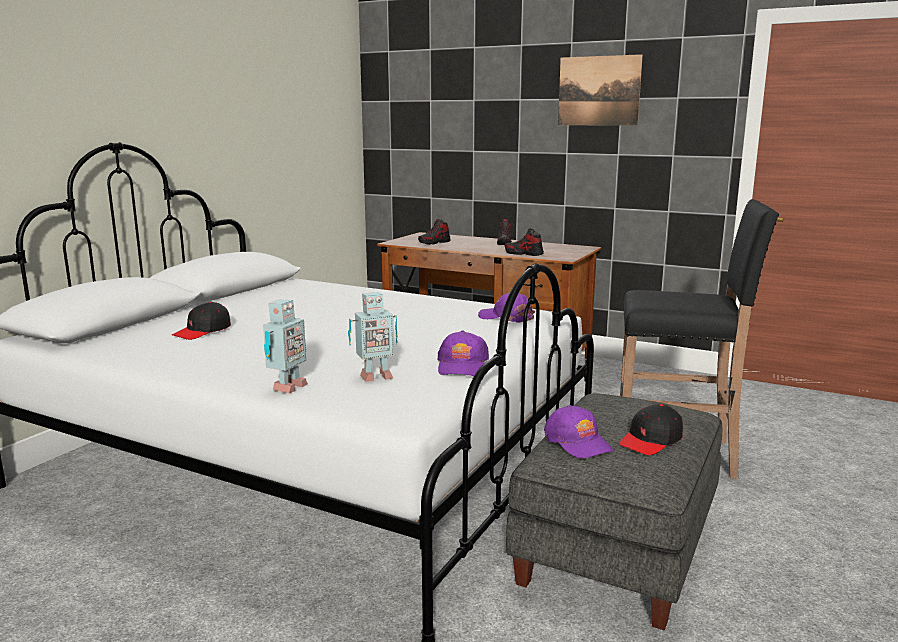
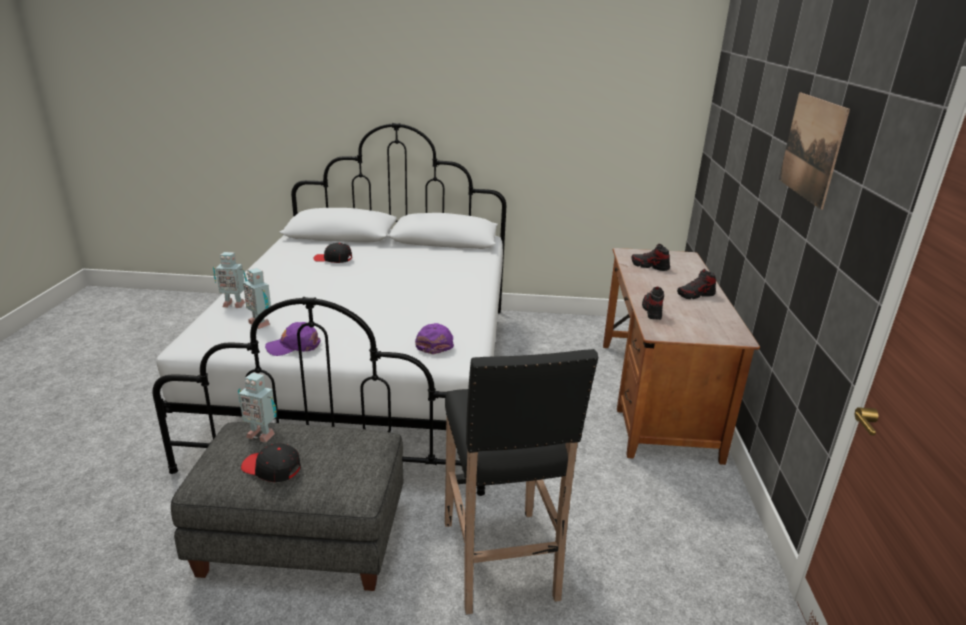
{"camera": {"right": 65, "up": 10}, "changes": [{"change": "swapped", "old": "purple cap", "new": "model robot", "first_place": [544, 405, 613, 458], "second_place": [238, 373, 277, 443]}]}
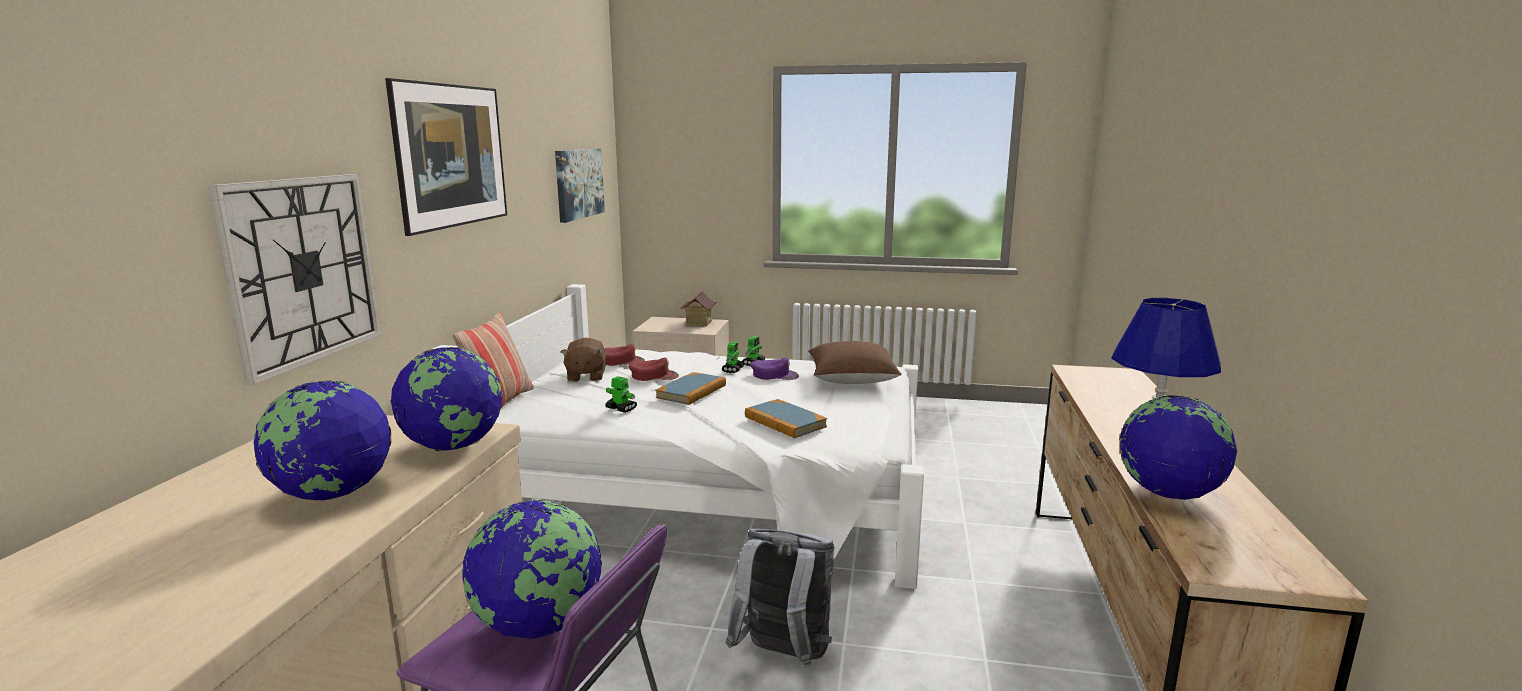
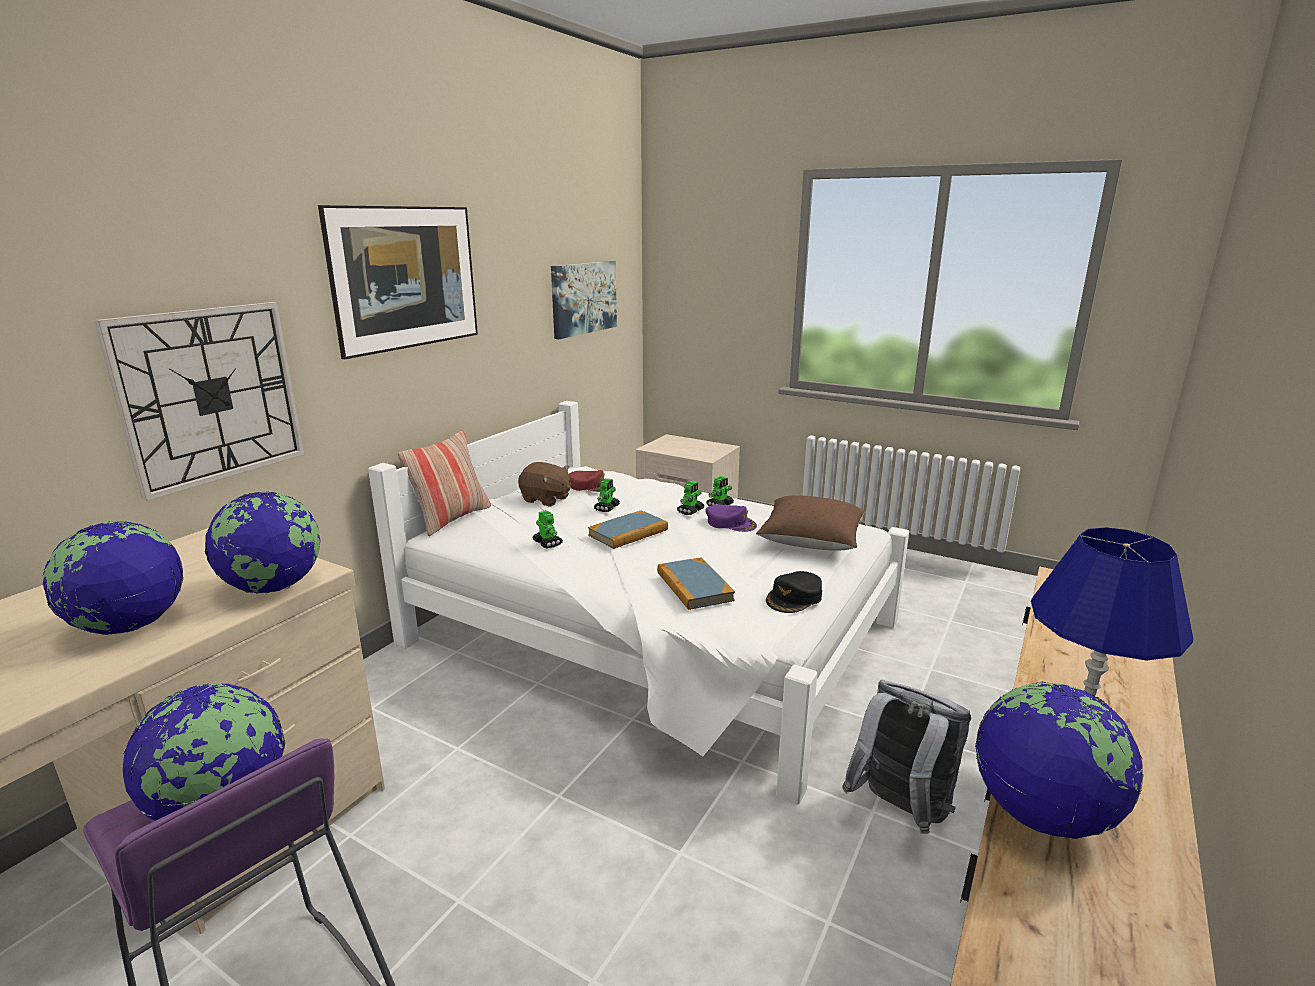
{"camera": {"right": 20, "up": 5}, "changes": [{"change": "rotated", "old": "brown-coloured soft toy", "first_place": [561, 338, 606, 382], "second_place": [518, 462, 571, 506], "degrees": -75}, {"change": "swapped", "old": "reddish cap", "new": "model robot", "first_place": [628, 358, 679, 381], "second_place": [594, 478, 620, 512]}, {"change": "new", "new": "black cap", "second_place": [766, 571, 822, 613]}, {"change": "shifted", "old": "greyish backpack", "first_place": [726, 529, 834, 667], "second_place": [842, 680, 971, 834]}, {"change": "gone", "old": "miniature house", "first_place": [680, 292, 717, 326]}]}
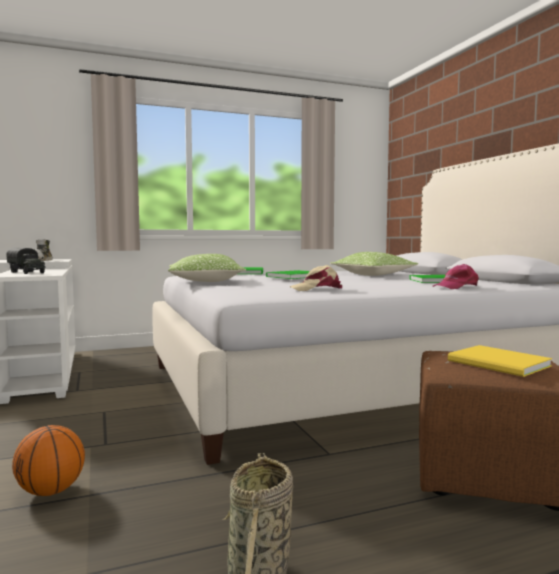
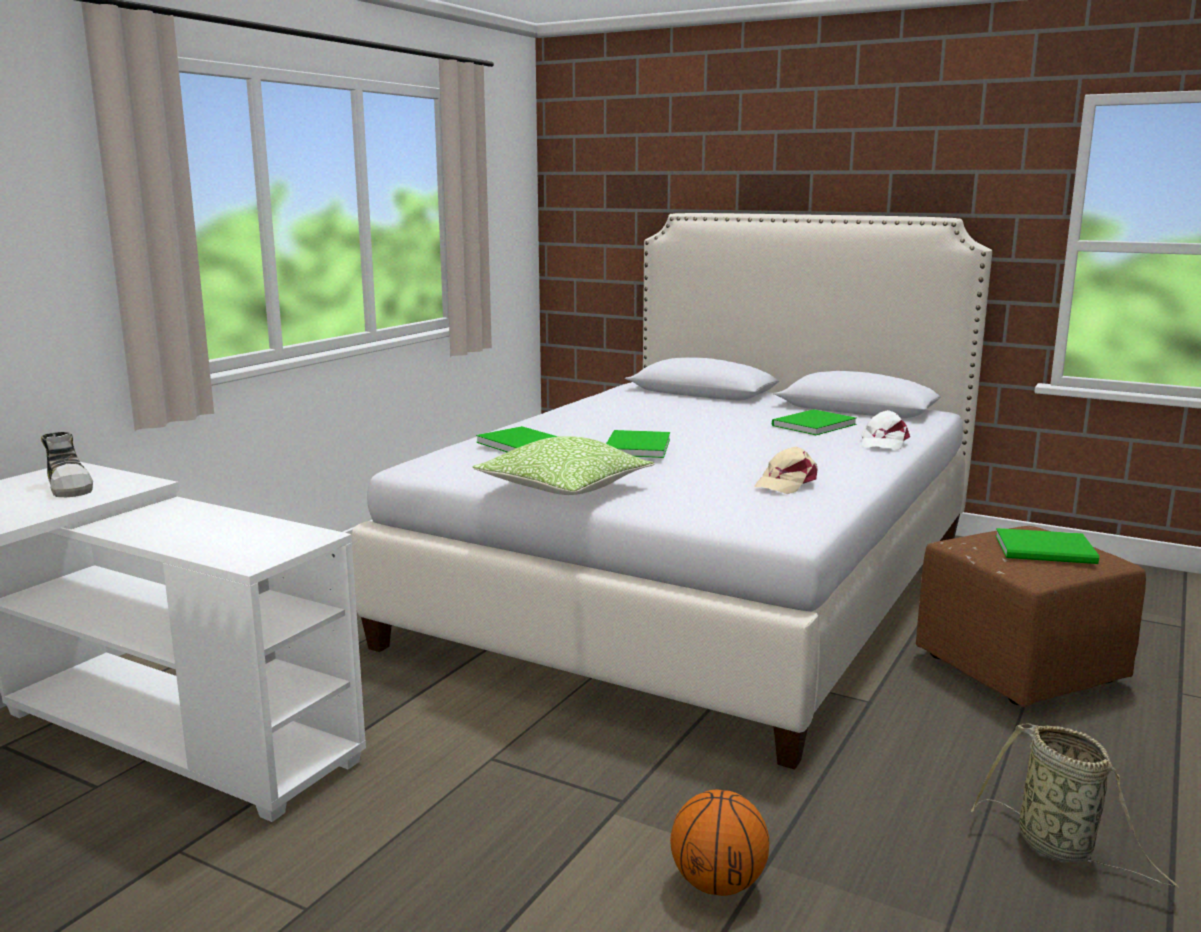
{"camera": {"right": -40, "up": 10}, "changes": [{"change": "repainted", "old": "pinkish cap", "new": "white cap", "first_place": [433, 264, 479, 289], "second_place": [861, 410, 910, 451]}, {"change": "repainted", "old": "yellow-coloured book", "new": "green-coloured book", "first_place": [448, 345, 552, 377], "second_place": [996, 528, 1099, 564]}, {"change": "gone", "old": "toy truck", "first_place": [6, 248, 46, 274]}, {"change": "gone", "old": "cushion", "first_place": [330, 252, 419, 276]}]}
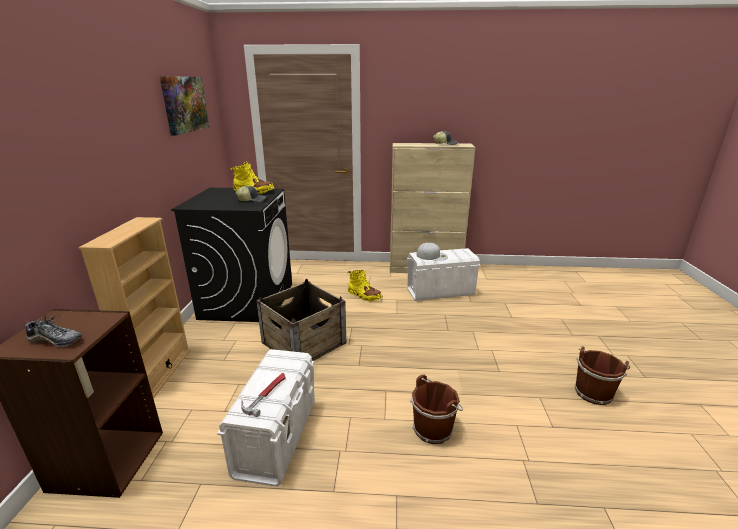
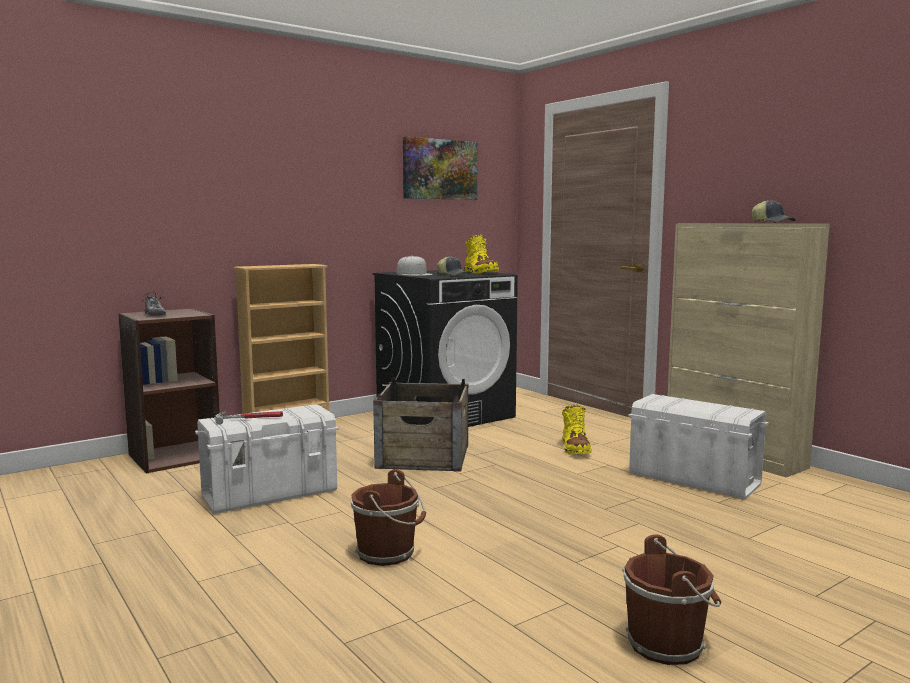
{"camera": {"right": 50, "up": -15}, "changes": [{"change": "shifted", "old": "white cap", "first_place": [417, 243, 448, 261], "second_place": [397, 256, 433, 276]}]}
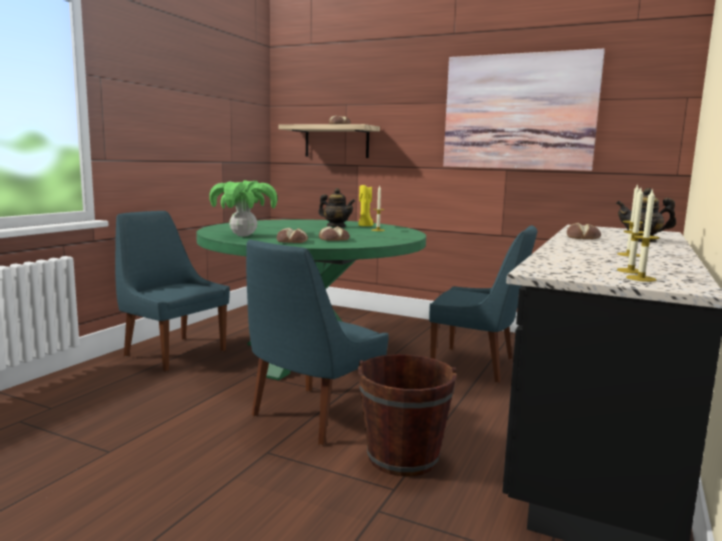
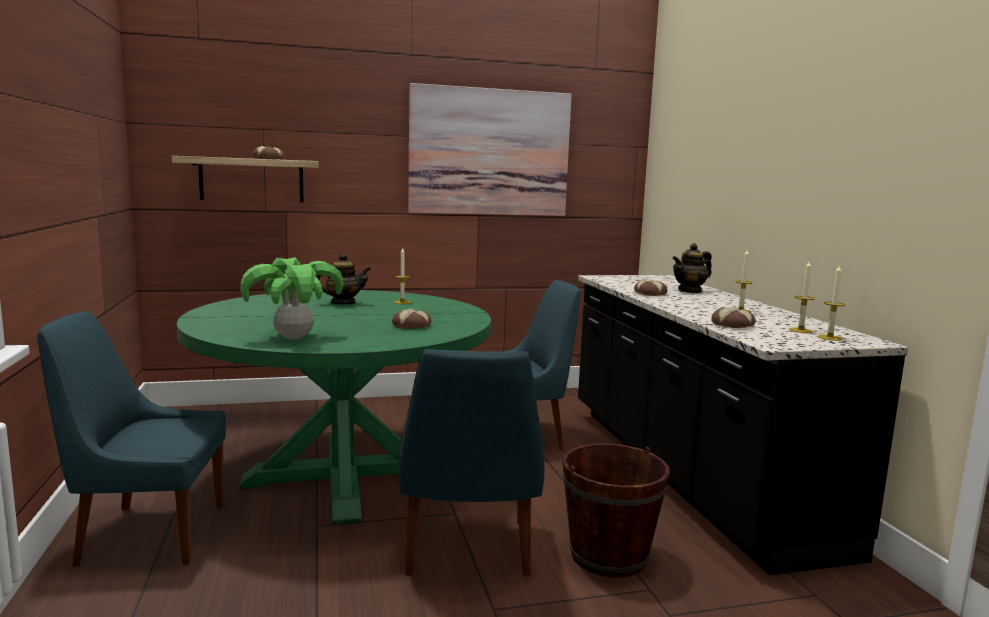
{"camera": {"right": -40, "up": 0}, "changes": [{"change": "shifted", "old": "baked bread", "first_place": [277, 228, 308, 243], "second_place": [711, 306, 756, 328]}, {"change": "gone", "old": "yellow-coloured wax candle", "first_place": [358, 185, 374, 226]}]}
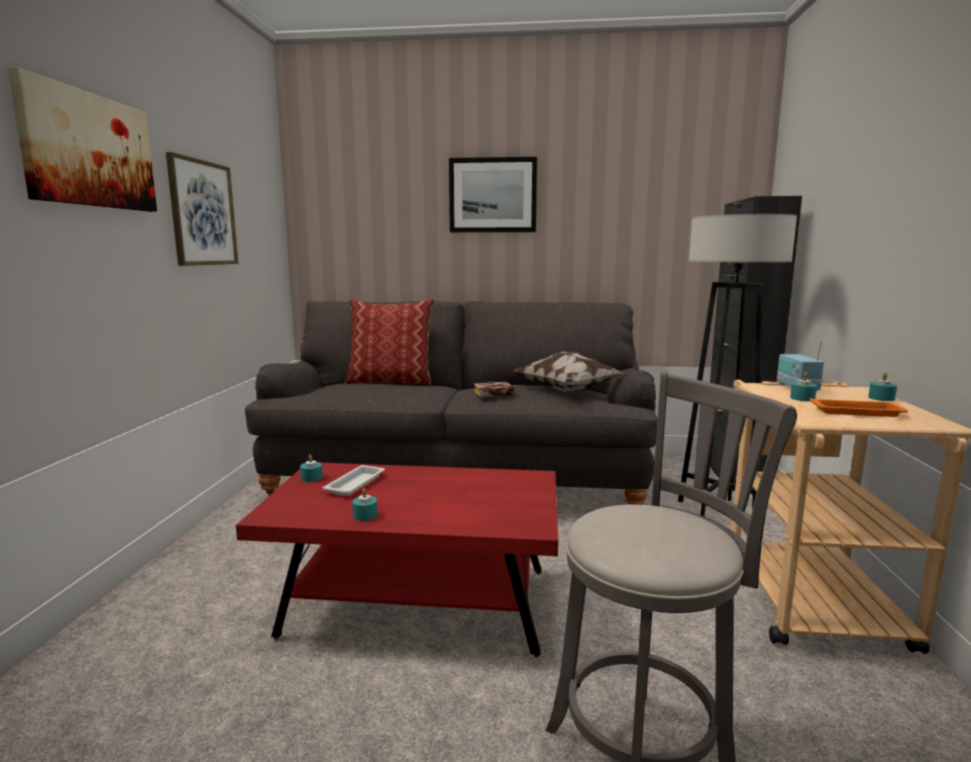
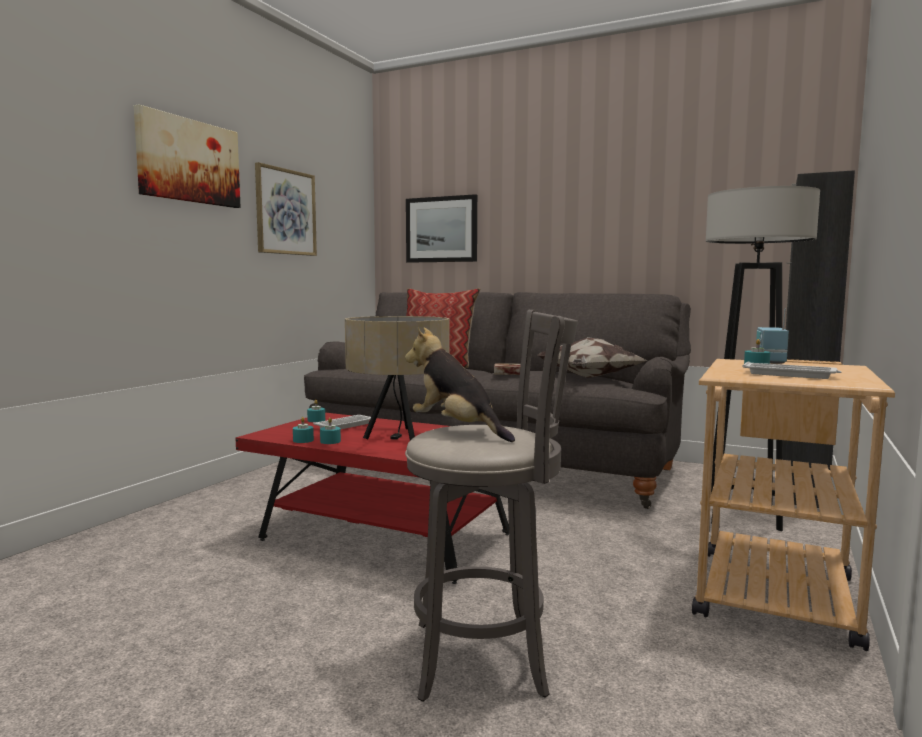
{"camera": {"right": 20, "up": -5}, "changes": [{"change": "shifted", "old": "turquoise wax candle", "first_place": [868, 372, 897, 401], "second_place": [293, 417, 314, 443]}, {"change": "new", "new": "sand-coloured tabletop lamp", "second_place": [345, 316, 449, 440]}, {"change": "new", "new": "soft toy", "second_place": [405, 327, 515, 442]}, {"change": "shifted", "old": "wall picture", "first_place": [449, 157, 537, 232], "second_place": [406, 194, 477, 263]}, {"change": "repainted", "old": "orangey tray", "new": "white tray", "first_place": [810, 398, 908, 417], "second_place": [742, 361, 841, 379]}]}
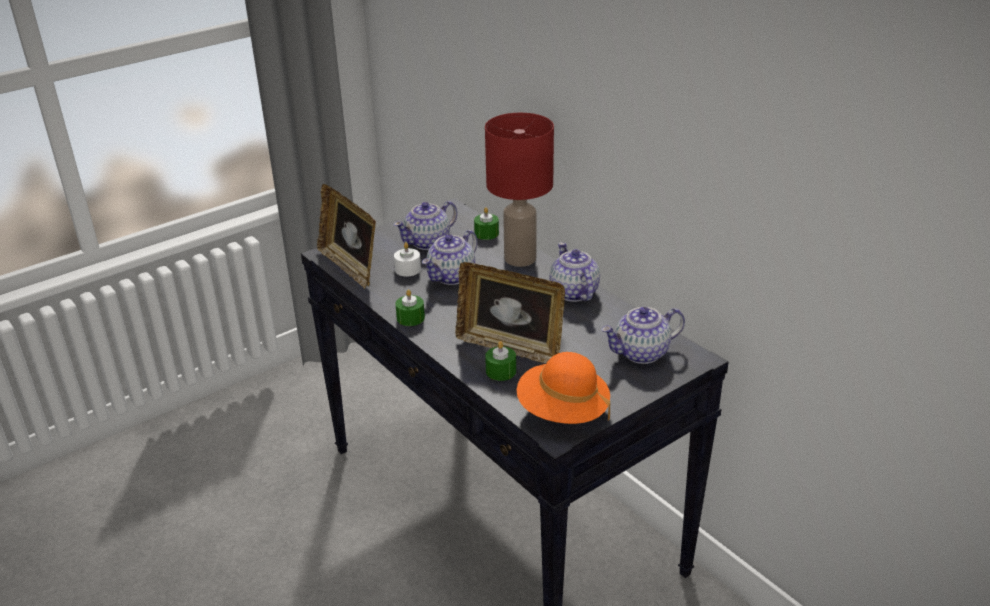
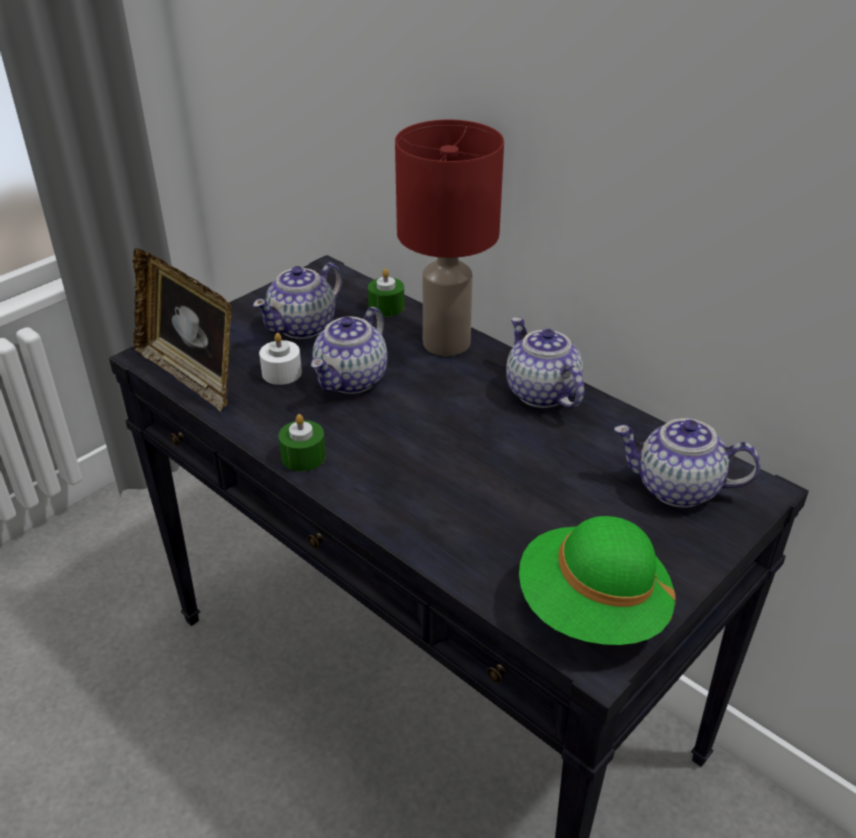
{"camera": {"right": -10, "up": 5}, "changes": [{"change": "repainted", "old": "orangey clothing hat", "new": "green-coloured clothing hat", "first_place": [517, 352, 610, 424], "second_place": [519, 516, 676, 645]}, {"change": "rotated", "old": "teapot", "first_place": [601, 307, 685, 364], "second_place": [614, 418, 761, 508], "degrees": 45}, {"change": "gone", "old": "standing frame", "first_place": [455, 262, 565, 363]}, {"change": "gone", "old": "green-coloured wax candle", "first_place": [485, 341, 516, 381]}]}
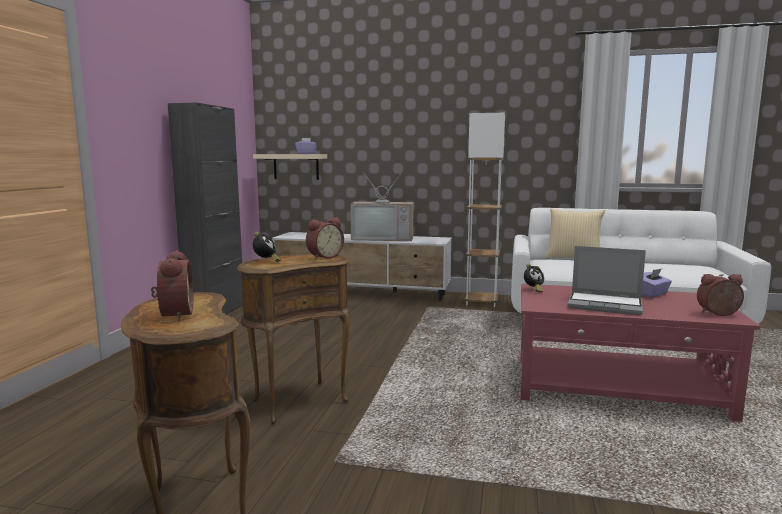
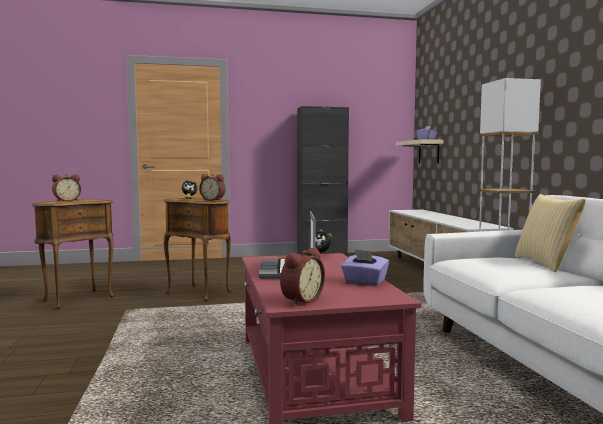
{"camera": {"right": 65, "up": -5}, "changes": [{"change": "rotated", "old": "alarm clock", "first_place": [697, 274, 744, 316], "second_place": [280, 248, 325, 306], "degrees": 60}, {"change": "gone", "old": "TV", "first_place": [350, 172, 413, 241]}]}
